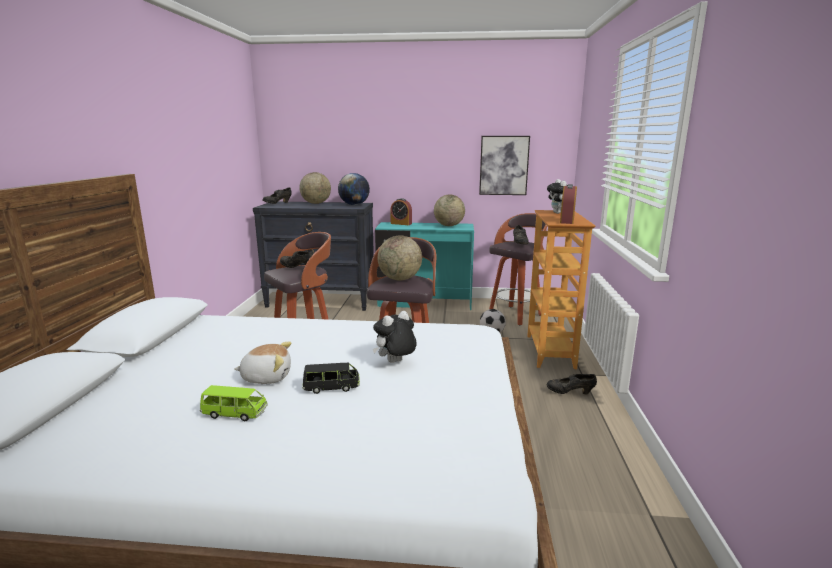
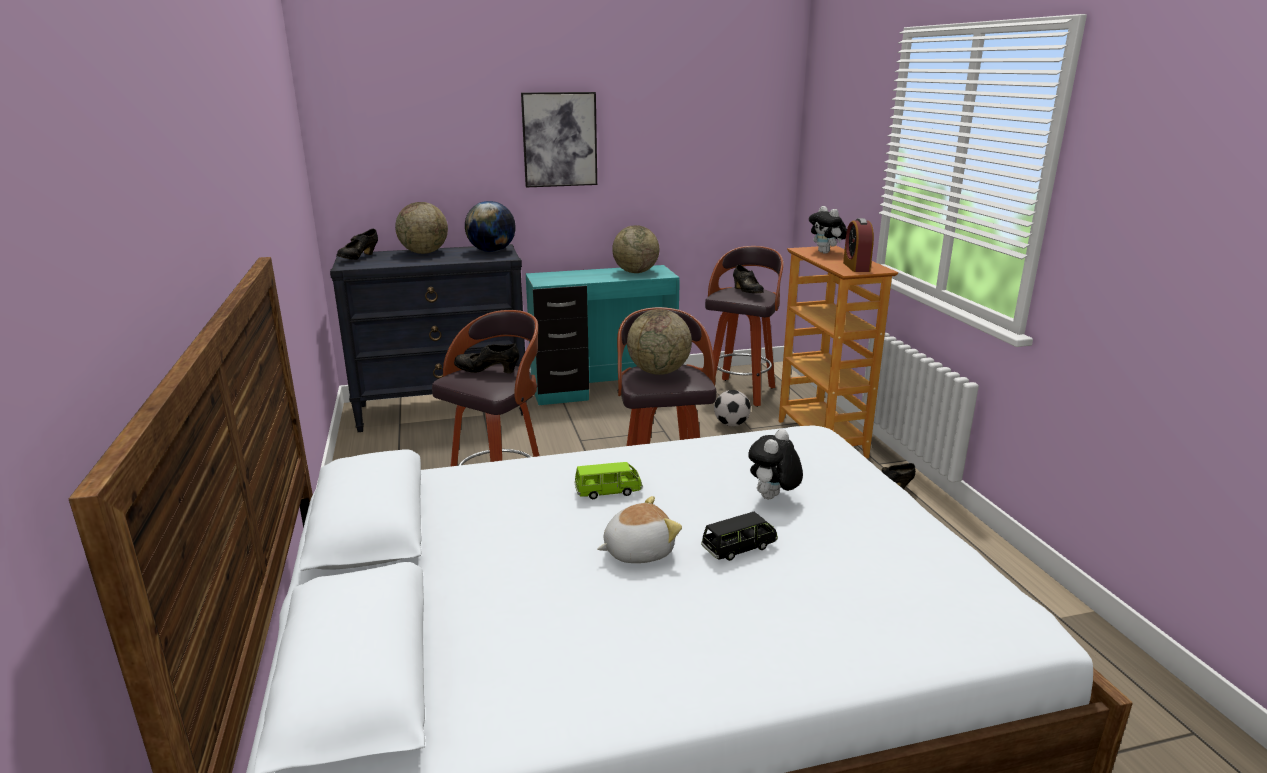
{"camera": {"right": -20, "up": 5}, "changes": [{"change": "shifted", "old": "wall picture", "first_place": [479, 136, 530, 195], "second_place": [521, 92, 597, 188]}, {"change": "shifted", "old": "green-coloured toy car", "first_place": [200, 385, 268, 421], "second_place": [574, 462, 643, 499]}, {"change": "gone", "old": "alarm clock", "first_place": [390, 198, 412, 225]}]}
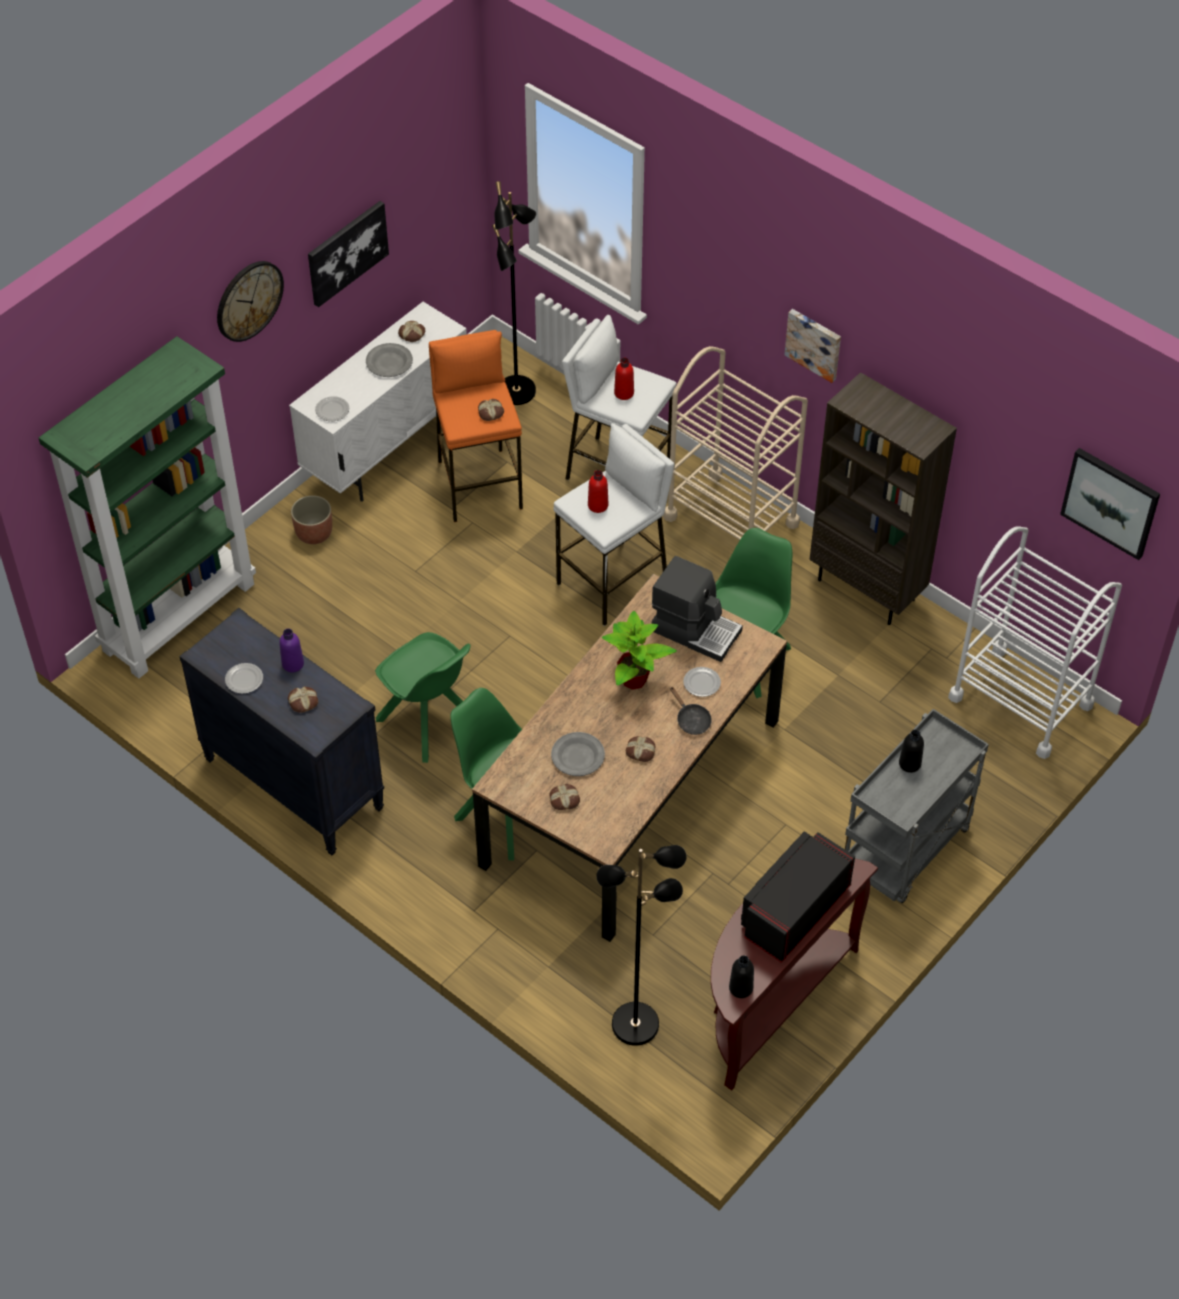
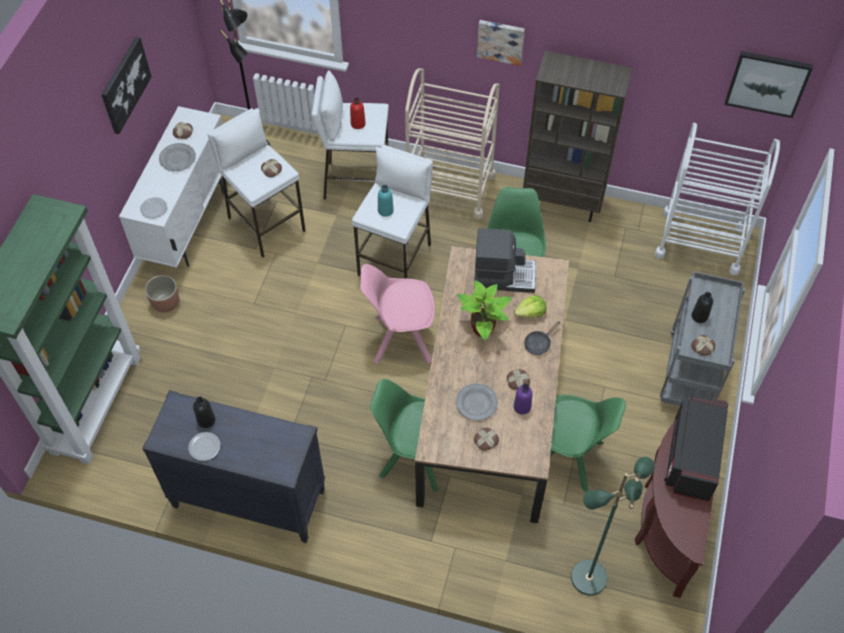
{"camera": {"right": -25, "up": 5}, "changes": [{"change": "shifted", "old": "black drink bottle", "first_place": [729, 955, 754, 998], "second_place": [193, 397, 215, 428]}, {"change": "repainted", "old": "orangey stool seat", "new": "white stool seat", "first_place": [429, 330, 523, 522], "second_place": [207, 108, 305, 258]}, {"change": "new", "new": "pinkish plain chair", "second_place": [360, 264, 435, 364]}, {"change": "repainted", "old": "reddish drink bottle", "new": "turquoise drink bottle", "first_place": [588, 470, 608, 513], "second_place": [378, 185, 394, 217]}, {"change": "swapped", "old": "flat dish", "new": "lettuce head", "first_place": [683, 667, 721, 697], "second_place": [514, 295, 546, 318]}, {"change": "shifted", "old": "purple drink bottle", "first_place": [279, 629, 304, 673], "second_place": [514, 384, 532, 415]}, {"change": "rotated", "old": "black skillet", "first_place": [670, 686, 712, 735], "second_place": [524, 321, 561, 355], "degrees": 105}, {"change": "shifted", "old": "green-coloured plain chair", "first_place": [375, 632, 471, 763], "second_place": [550, 395, 626, 492]}, {"change": "repainted", "old": "black standing lamp", "new": "green-coloured standing lamp", "first_place": [596, 845, 687, 1046], "second_place": [571, 457, 655, 596]}, {"change": "shifted", "old": "baked bread", "first_place": [288, 687, 318, 713], "second_place": [691, 335, 715, 356]}, {"change": "gone", "old": "clock on the wall", "first_place": [217, 261, 284, 342]}]}
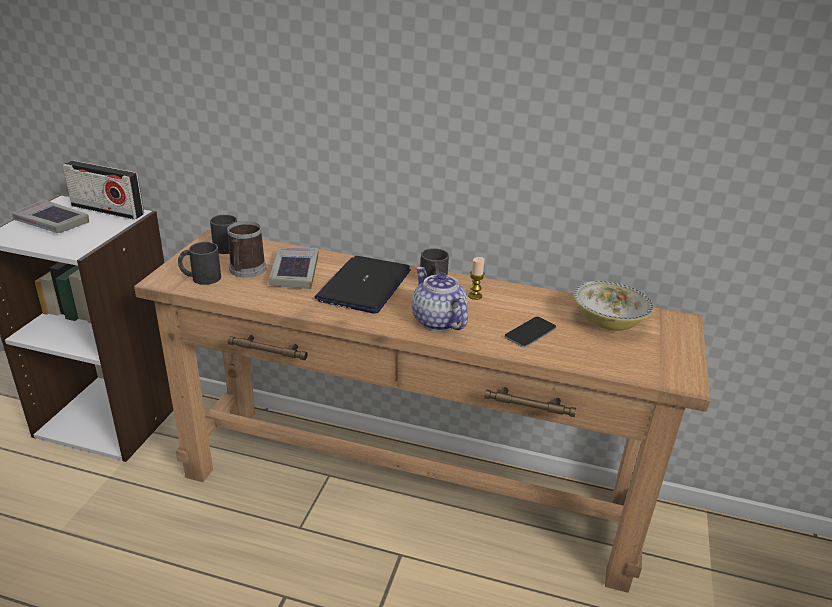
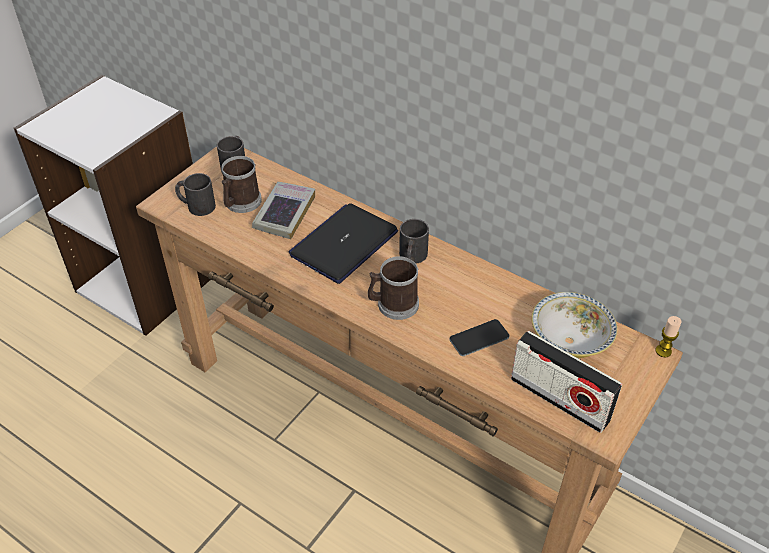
{"camera": {"right": 20, "up": 15}, "changes": [{"change": "swapped", "old": "teapot", "new": "coffee mug", "first_place": [412, 267, 468, 331], "second_place": [368, 256, 419, 320]}, {"change": "shifted", "old": "radio", "first_place": [63, 160, 144, 220], "second_place": [511, 331, 622, 433]}, {"change": "shifted", "old": "wax candle", "first_place": [468, 257, 485, 300], "second_place": [656, 316, 682, 358]}, {"change": "gone", "old": "book", "first_place": [12, 199, 89, 233]}]}
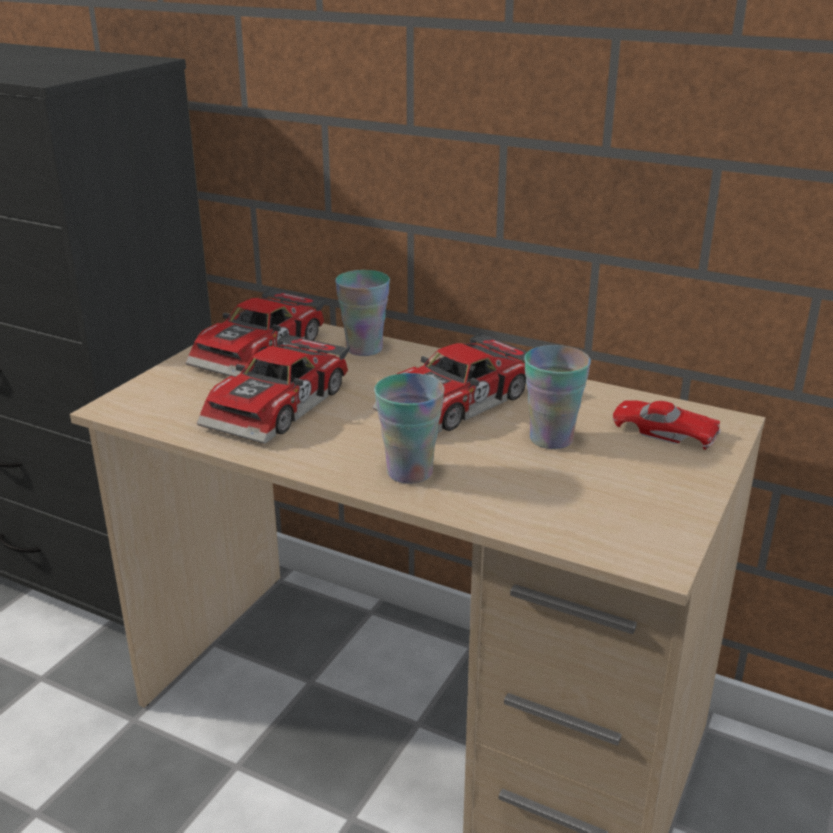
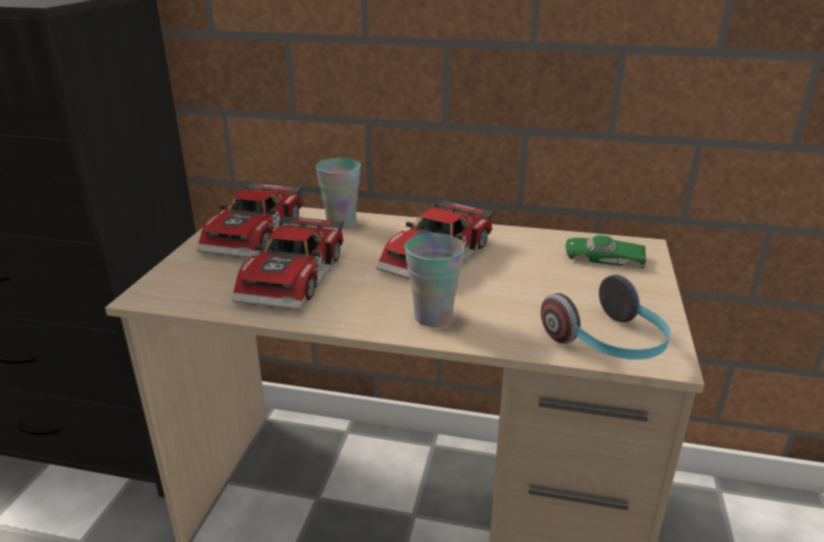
{"camera": {"right": -15, "up": 0}, "changes": [{"change": "new", "new": "headphones", "second_place": [541, 274, 670, 360]}, {"change": "repainted", "old": "reddish toy car", "new": "green-coloured toy car", "first_place": [612, 400, 721, 450], "second_place": [565, 235, 647, 268]}, {"change": "gone", "old": "small cup", "first_place": [524, 345, 591, 449]}]}
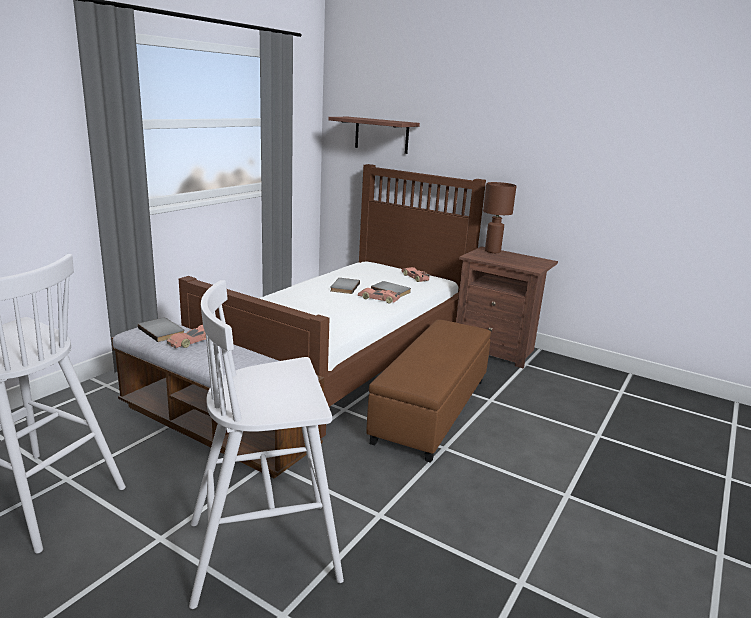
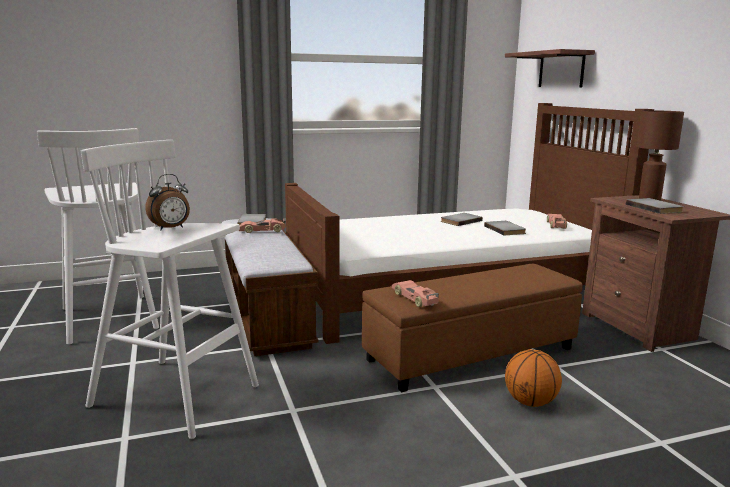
{"camera": {"right": 40, "up": -5}, "changes": [{"change": "new", "new": "alarm clock", "second_place": [145, 174, 190, 230]}, {"change": "shifted", "old": "toy car", "first_place": [358, 288, 400, 304], "second_place": [392, 280, 439, 307]}, {"change": "new", "new": "basketball", "second_place": [505, 349, 562, 407]}, {"change": "new", "new": "greyish book", "second_place": [626, 198, 684, 214]}]}
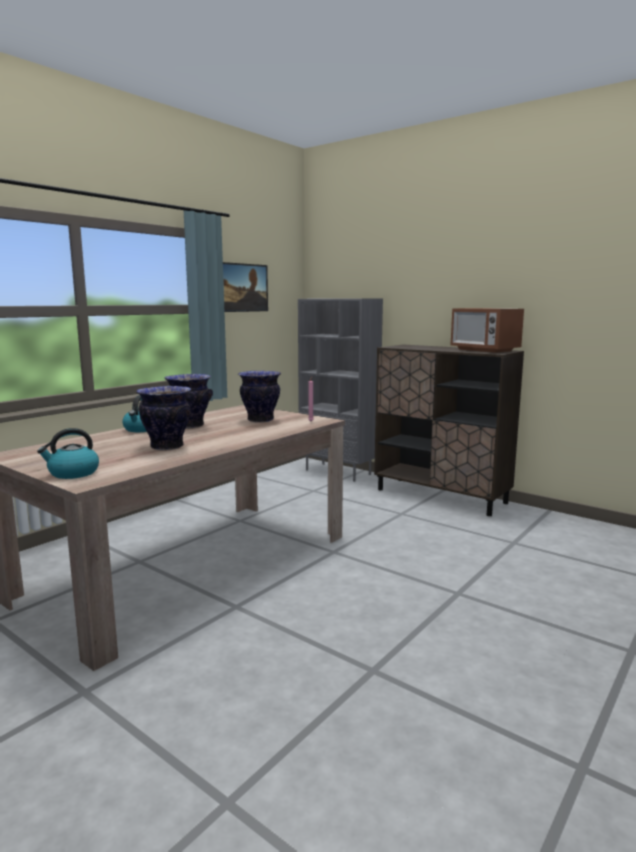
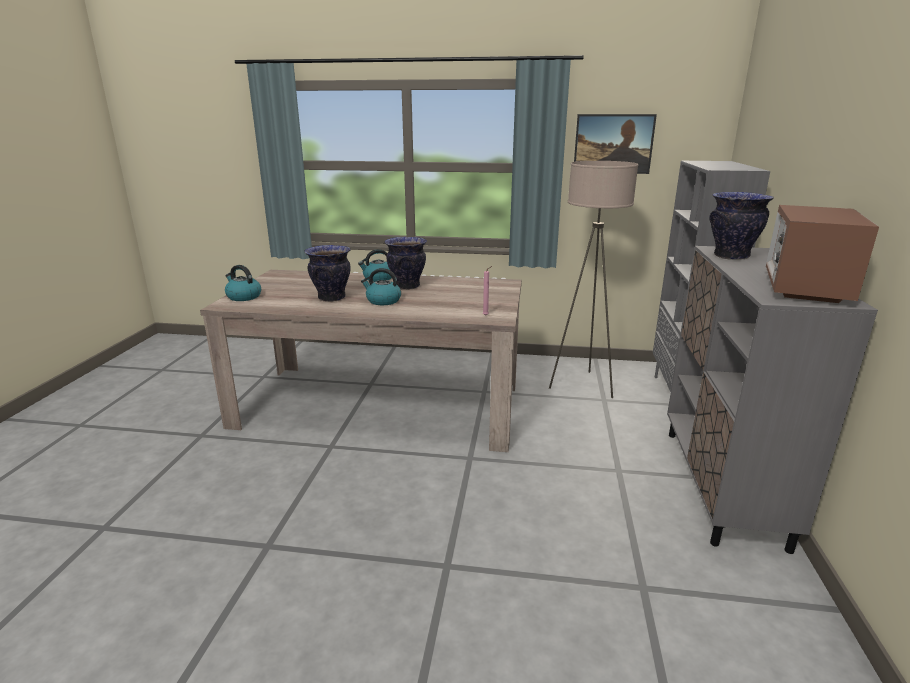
{"camera": {"right": 60, "up": 10}, "changes": [{"change": "new", "new": "kettle", "second_place": [361, 268, 401, 305]}, {"change": "new", "new": "sand-coloured standing lamp", "second_place": [549, 161, 638, 398]}, {"change": "repainted", "old": "brown-coloured cupboard", "new": "greyish cupboard", "first_place": [374, 345, 524, 516], "second_place": [667, 246, 878, 554]}, {"change": "shifted", "old": "vase", "first_place": [238, 371, 281, 423], "second_place": [709, 192, 774, 260]}]}
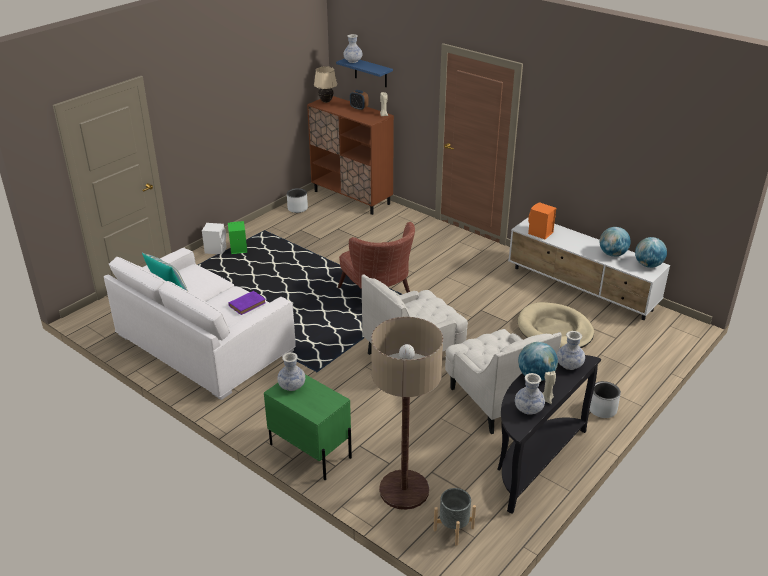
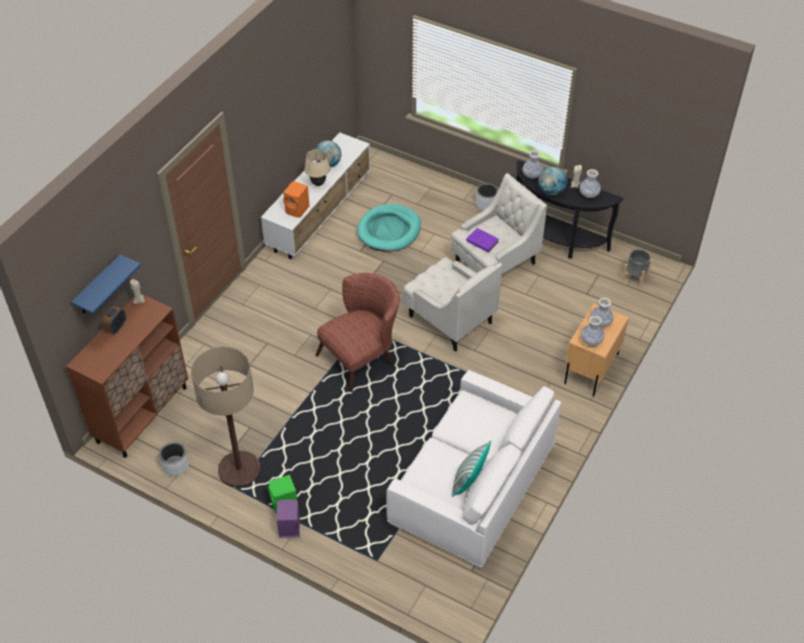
{"camera": {"right": -100, "up": 15}, "changes": [{"change": "shifted", "old": "standing lamp", "first_place": [371, 317, 443, 510], "second_place": [191, 346, 260, 487]}, {"change": "repainted", "old": "white speaker", "new": "purple speaker", "first_place": [202, 223, 226, 254], "second_place": [276, 500, 300, 538]}, {"change": "shifted", "old": "sand-coloured tabletop lamp", "first_place": [314, 66, 337, 103], "second_place": [304, 149, 330, 186]}, {"change": "repainted", "old": "sand-coloured pet bed", "new": "turquoise pet bed", "first_place": [518, 302, 594, 348], "second_place": [357, 204, 421, 252]}, {"change": "shifted", "old": "purple book", "first_place": [228, 291, 266, 315], "second_place": [466, 228, 499, 252]}, {"change": "repainted", "old": "green-coloured nightstand", "new": "sand-coloured nightstand", "first_place": [264, 374, 352, 480], "second_place": [564, 303, 629, 396]}, {"change": "shifted", "old": "vase", "first_place": [343, 34, 362, 63], "second_place": [590, 298, 613, 328]}, {"change": "gone", "old": "globe", "first_place": [635, 237, 667, 268]}]}
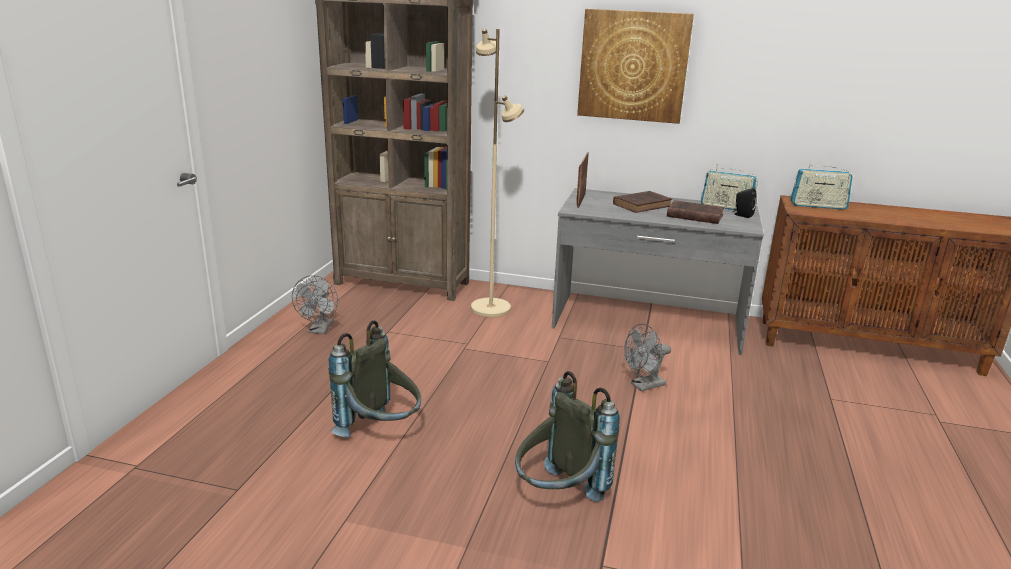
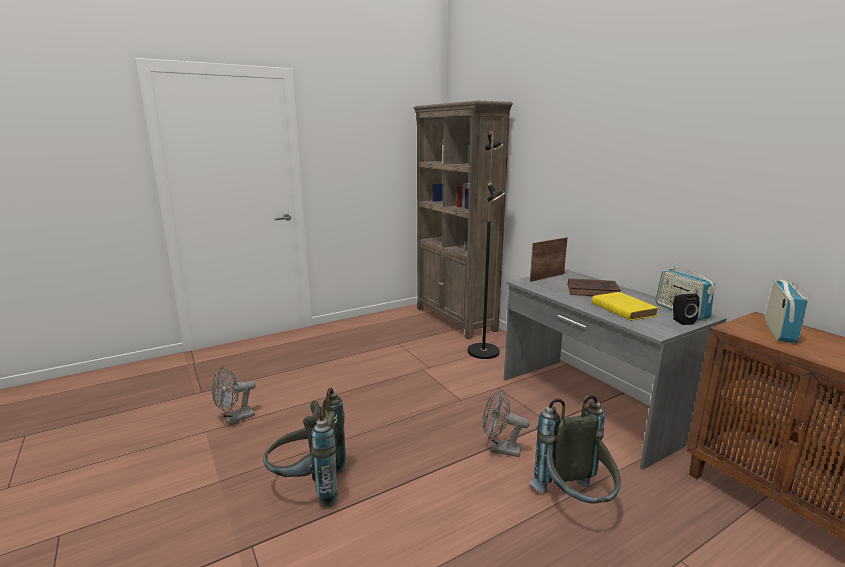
{"camera": {"right": 45, "up": -5}, "changes": [{"change": "shifted", "old": "greyish fan", "first_place": [292, 275, 338, 334], "second_place": [211, 366, 256, 425]}, {"change": "repainted", "old": "sand-coloured standing lamp", "new": "black standing lamp", "first_place": [471, 29, 524, 317], "second_place": [468, 130, 505, 359]}, {"change": "shifted", "old": "greyish backpack", "first_place": [329, 320, 421, 437], "second_place": [530, 395, 621, 504]}, {"change": "repainted", "old": "brown-coloured book", "new": "yellow-coloured book", "first_place": [667, 200, 724, 224], "second_place": [592, 292, 659, 321]}, {"change": "rotated", "old": "radio", "first_place": [790, 161, 852, 210], "second_place": [765, 280, 809, 343], "degrees": -120}, {"change": "gone", "old": "wall picture", "first_place": [577, 9, 694, 124]}]}
